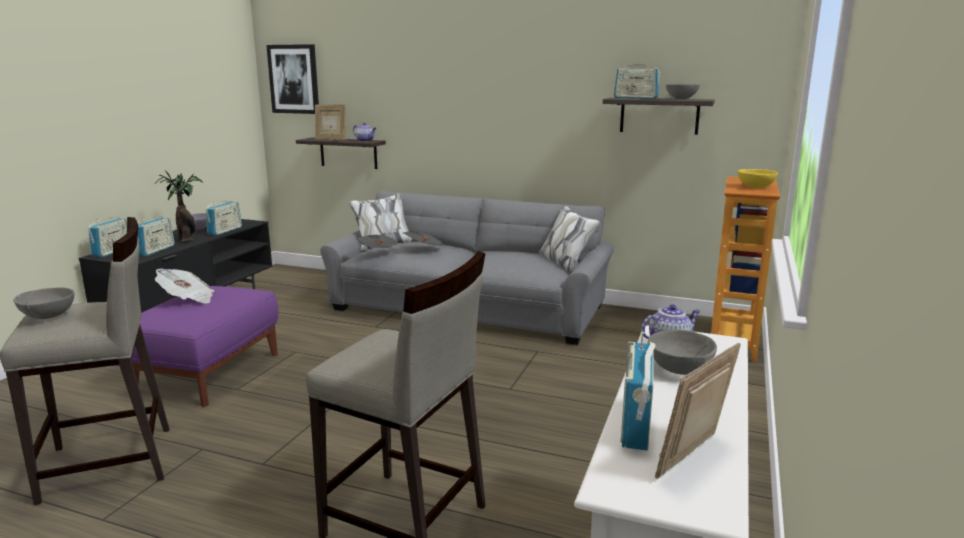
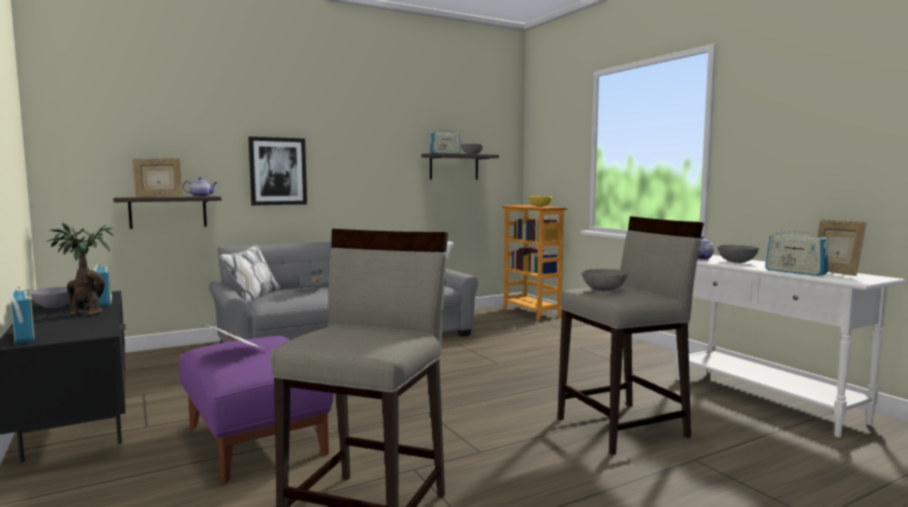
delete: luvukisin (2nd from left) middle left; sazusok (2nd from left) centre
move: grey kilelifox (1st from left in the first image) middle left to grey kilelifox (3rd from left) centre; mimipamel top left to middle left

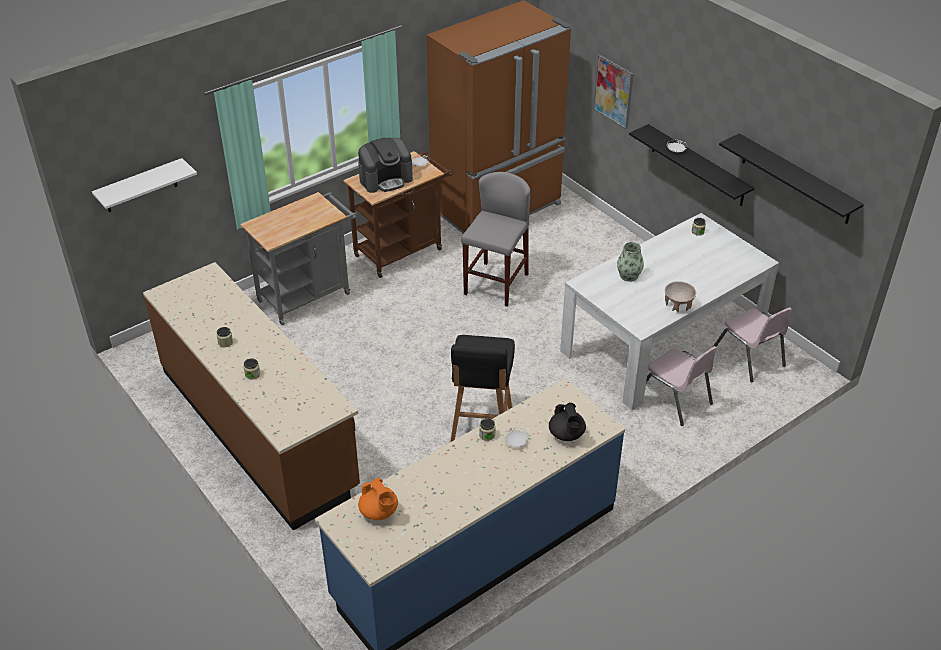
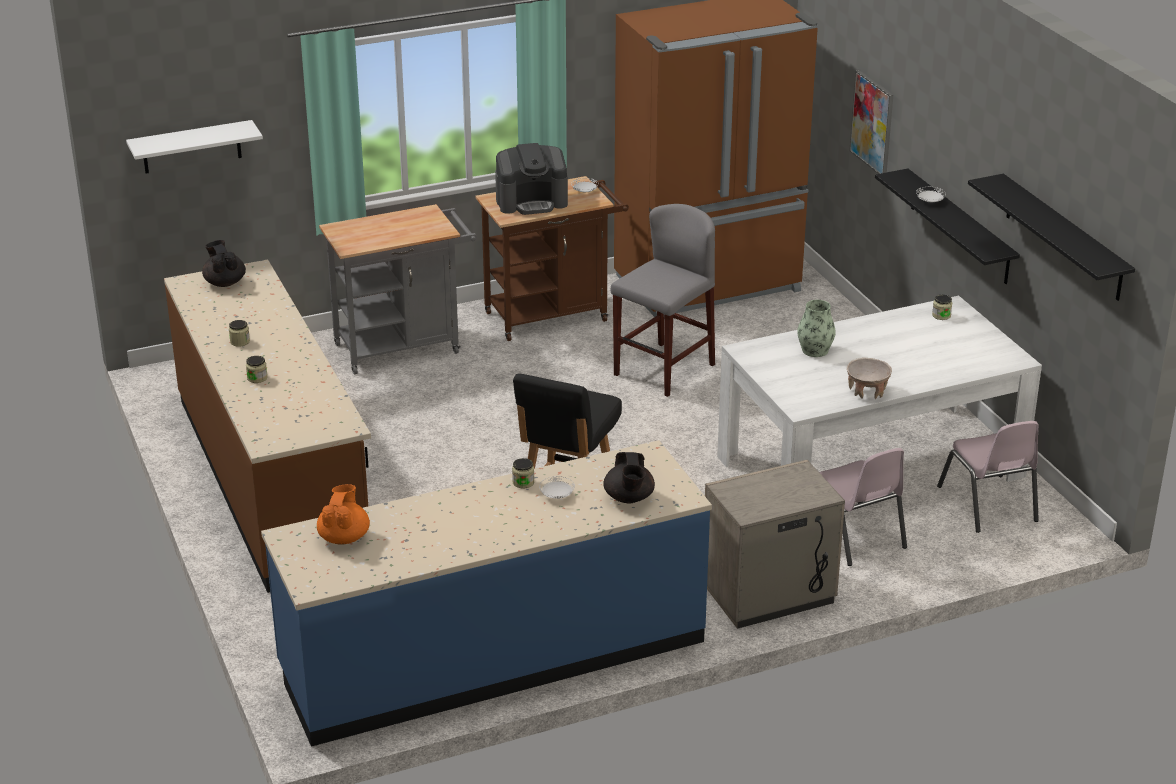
insert: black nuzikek (1st from left) middle left; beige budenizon bottom centre
rotate: orange nuzikek bottom centre = middle left 150 degrees counterclockwise

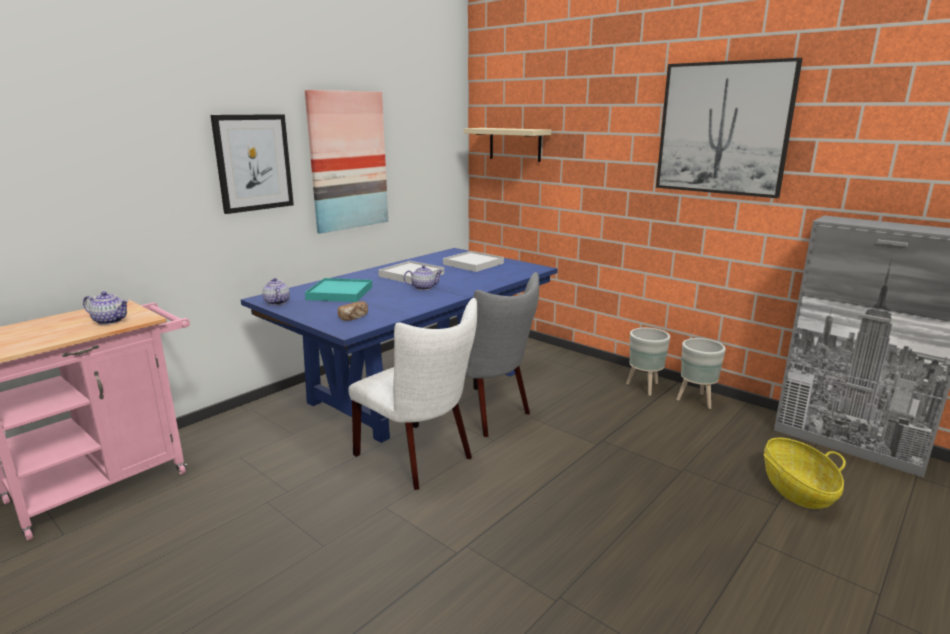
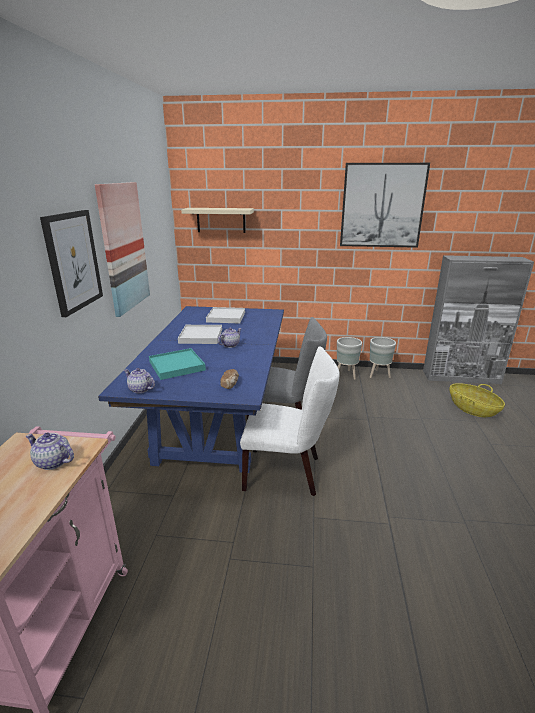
rotate: nuzikek (1st from left) middle left = middle left 135 degrees counterclockwise

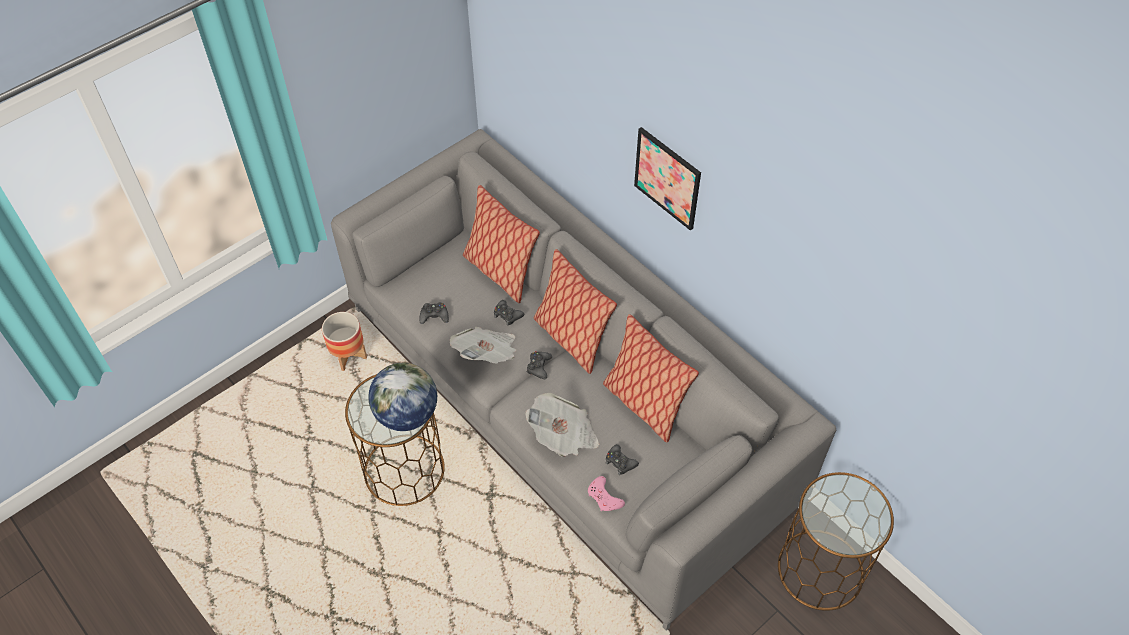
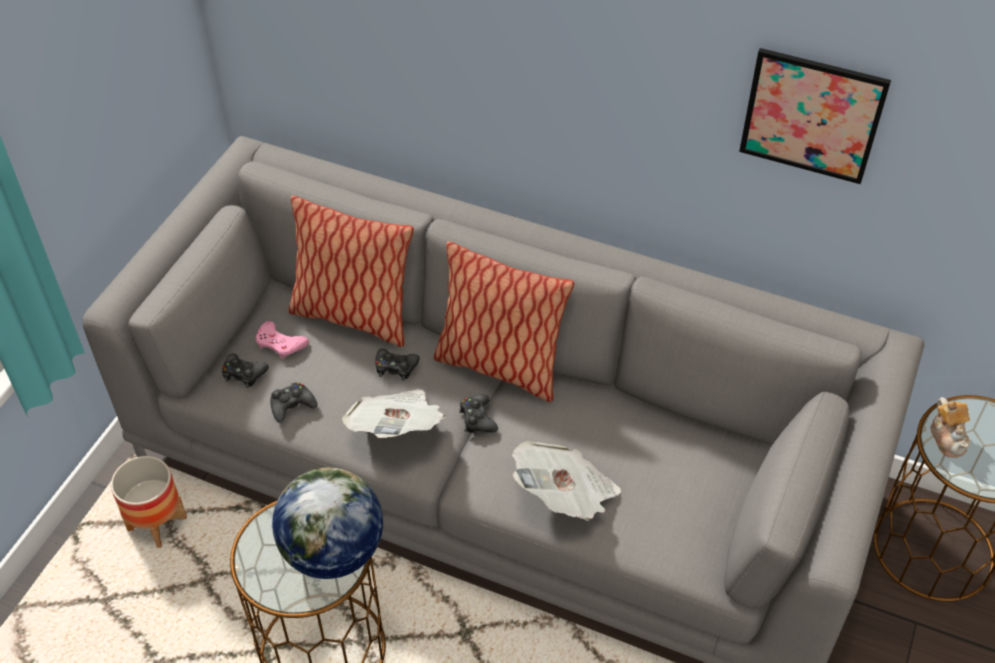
delete: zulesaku (3rd from left) centre
insert: nuzikek middle right
move: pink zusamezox bottom centre to middle left; black zusamezox (4th from left in the first image) bottom centre to black zusamezox (1st from left) middle left; mimipamel top centre to top right

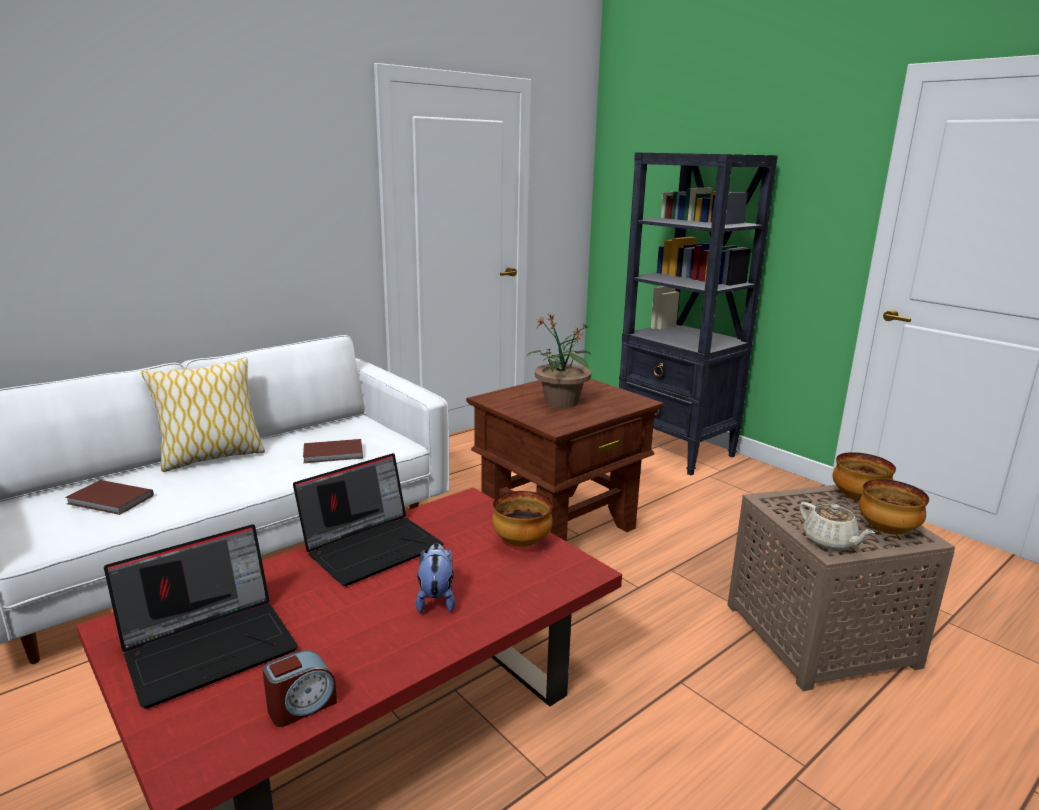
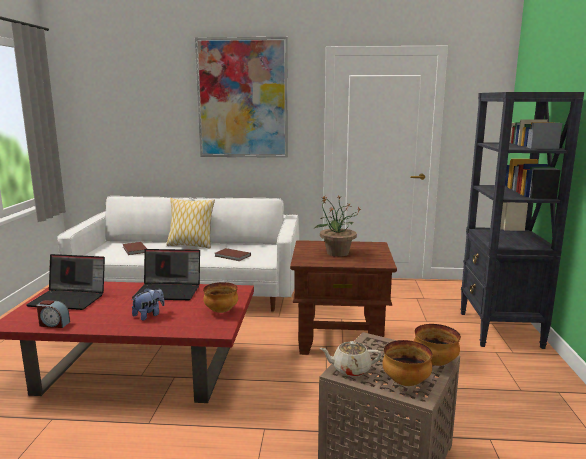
insert: mimipamel top centre
rotate: beige nuzikek middle right = bottom centre 75 degrees clockwise

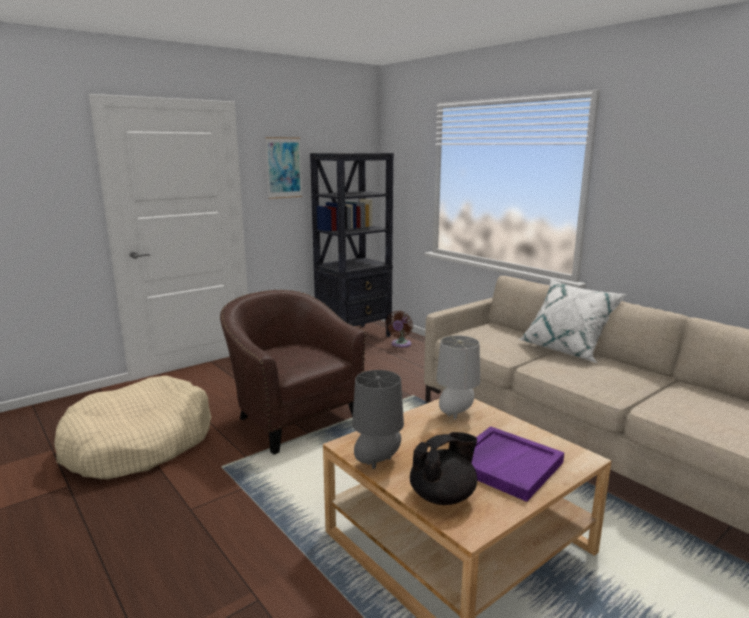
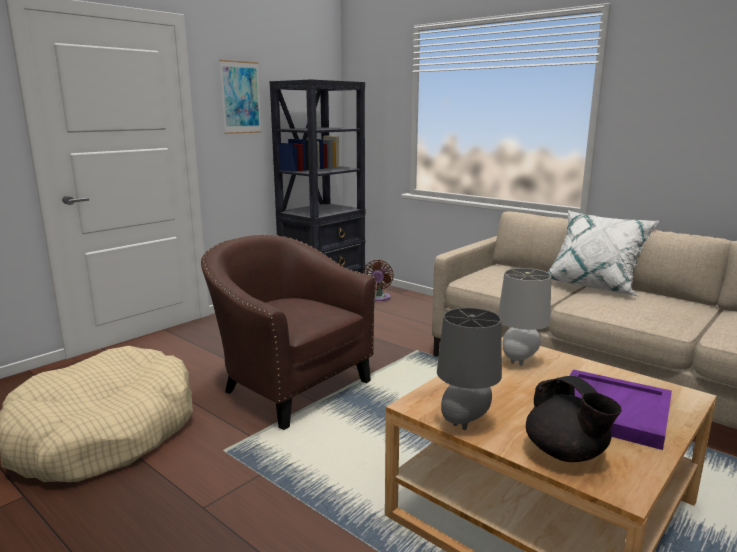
rotate: black nuzikek bottom centre = bottom right 105 degrees clockwise

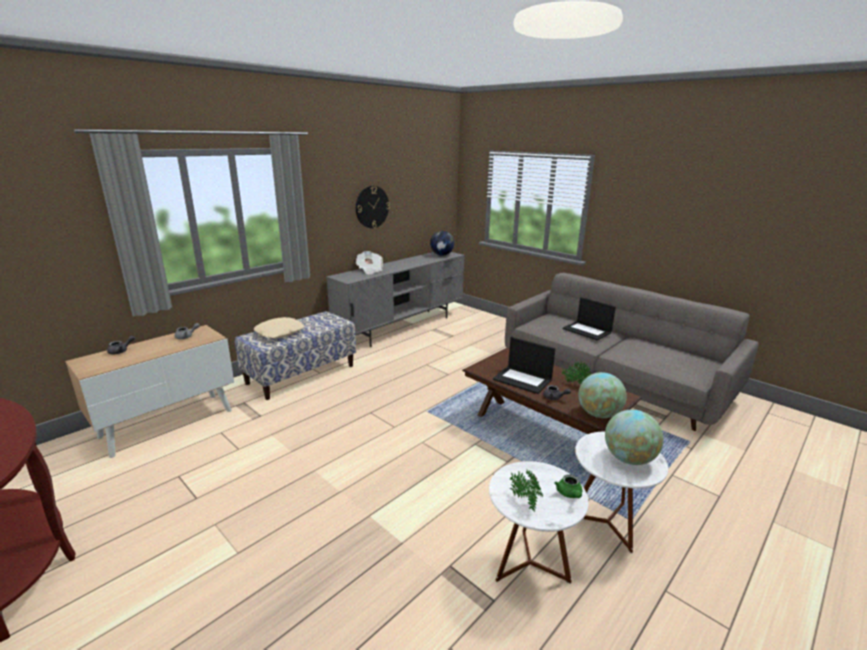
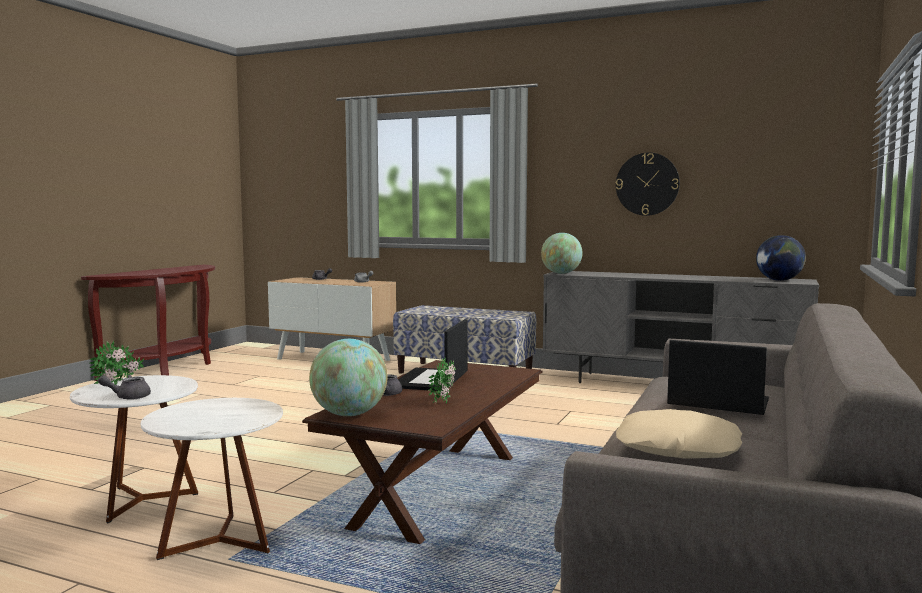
delete: sazusok centre
move: beige zulesaku middle left to bottom right; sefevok (3rd from left in the first image) bottom right to sefevok (2nd from left) centre
recolor: green nuzikek bottom centre to grey nuzikek (1st from left) middle left
rotate: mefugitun (2nd from left) middle right = middle right 90 degrees clockwise

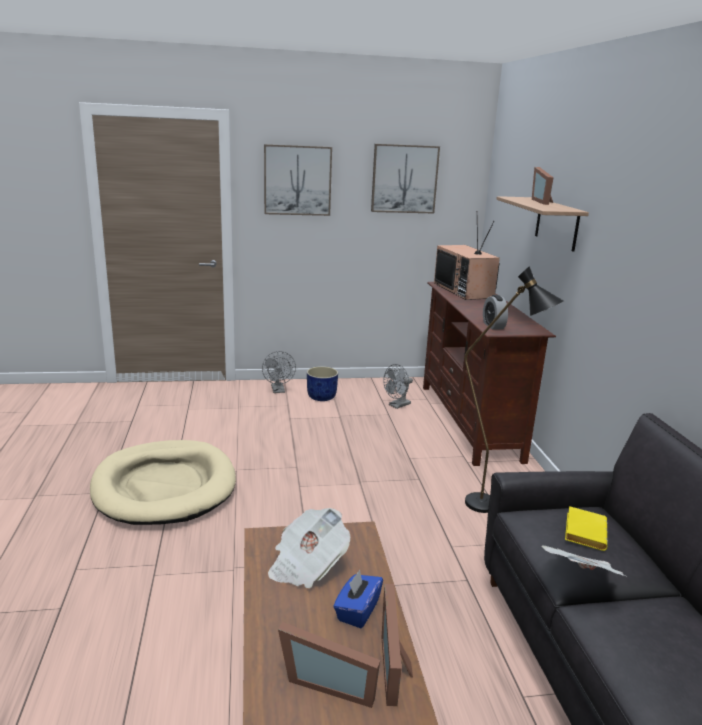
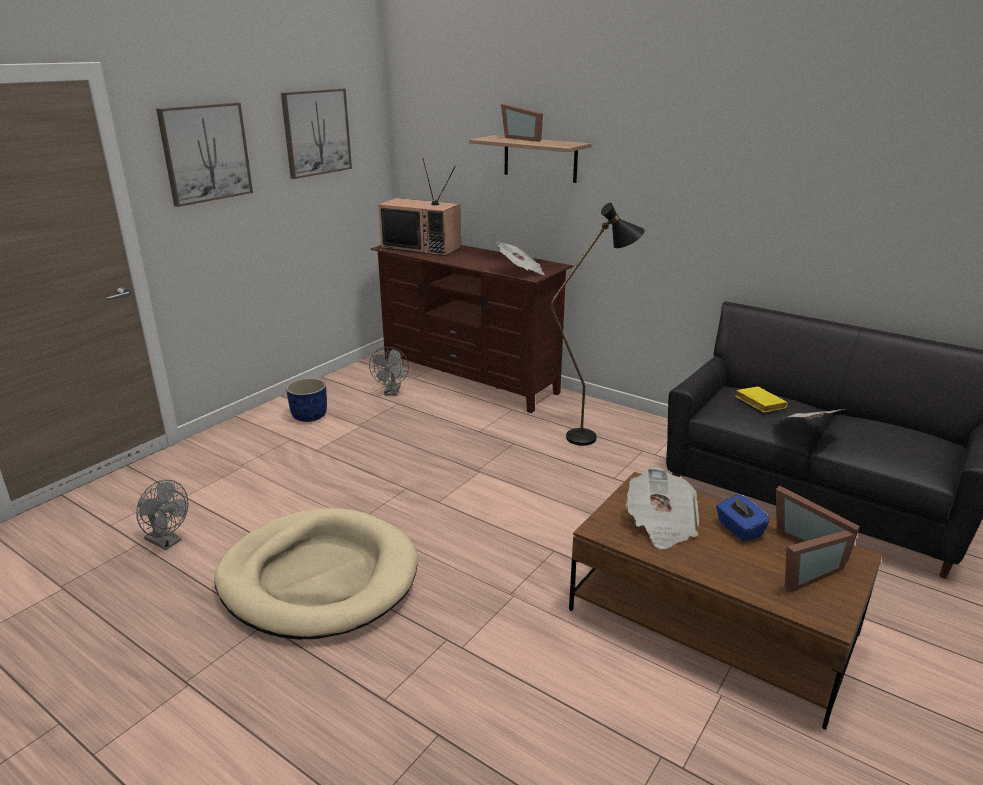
move: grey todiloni (1st from left) centre to middle left
replace: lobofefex middle right to sazusok (1st from left) top centre

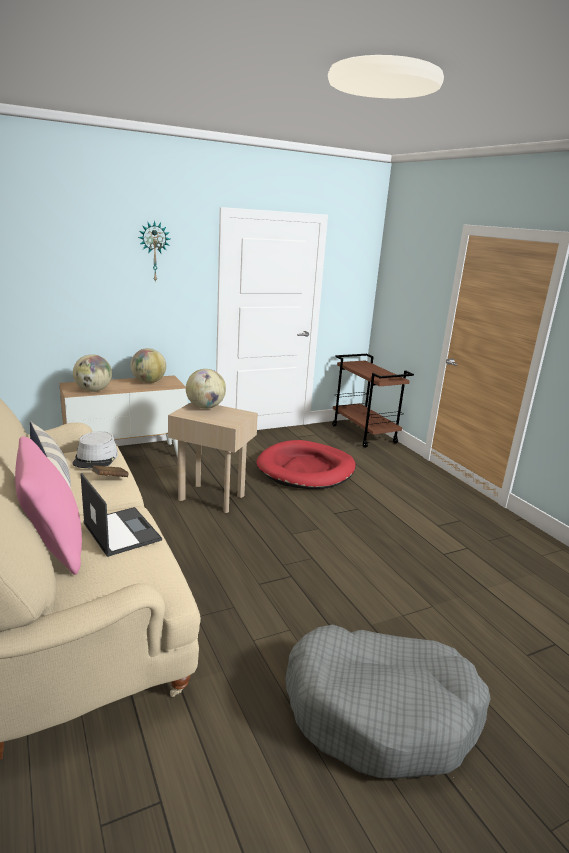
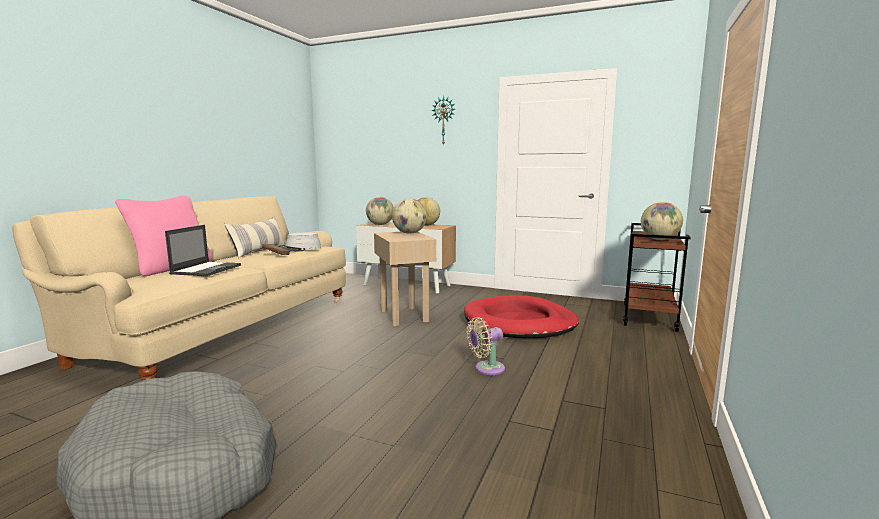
insert: beige todiloni bottom centre; sefevok (4th from left) middle right

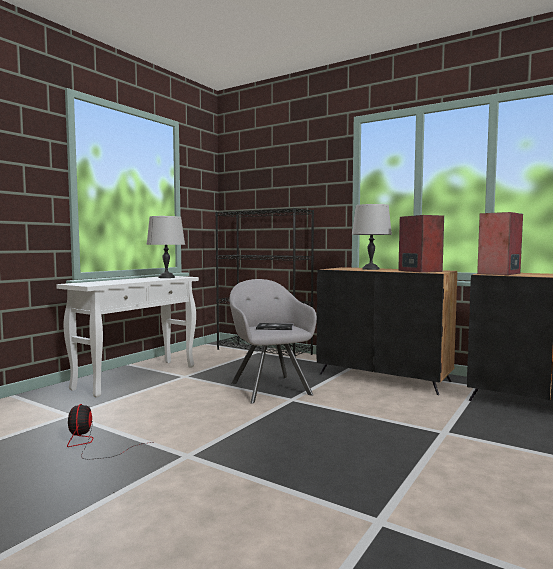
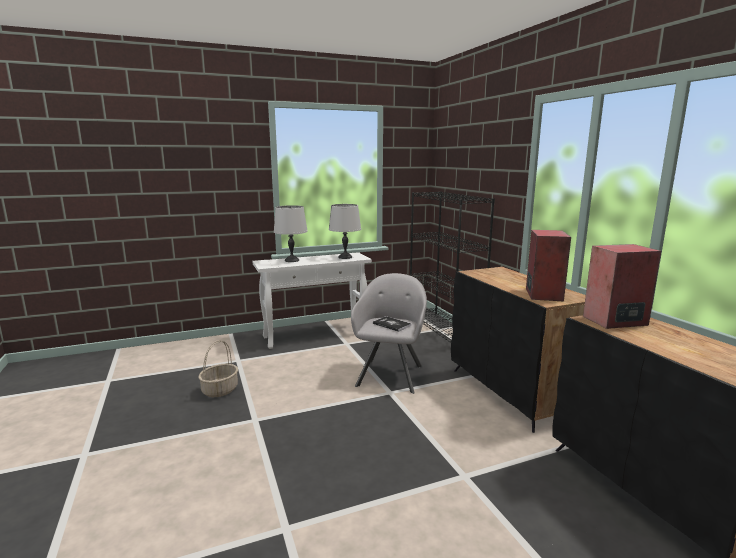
move: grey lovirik (2nd from left in the first image) middle right to grey lovirik (1st from left) centre
replace: todiloni bottom left to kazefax middle left

